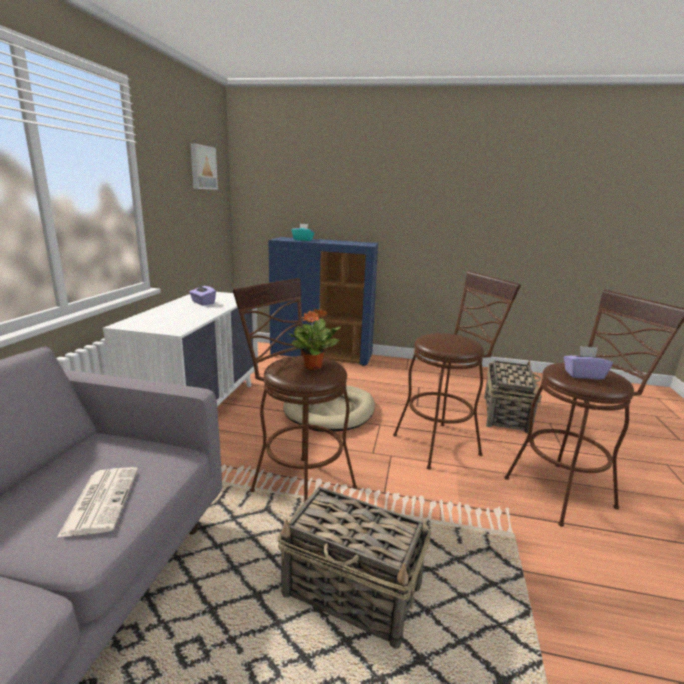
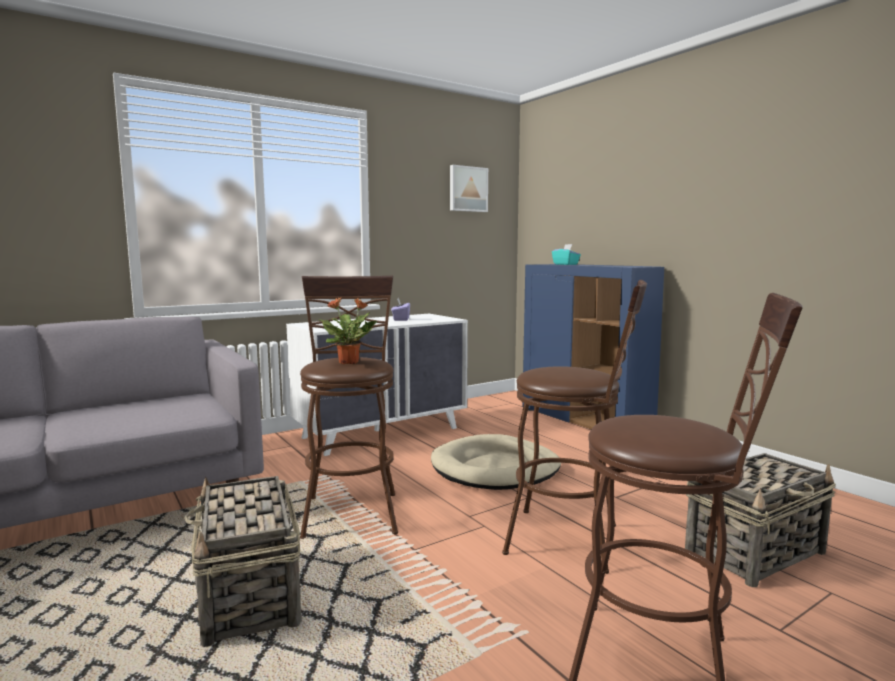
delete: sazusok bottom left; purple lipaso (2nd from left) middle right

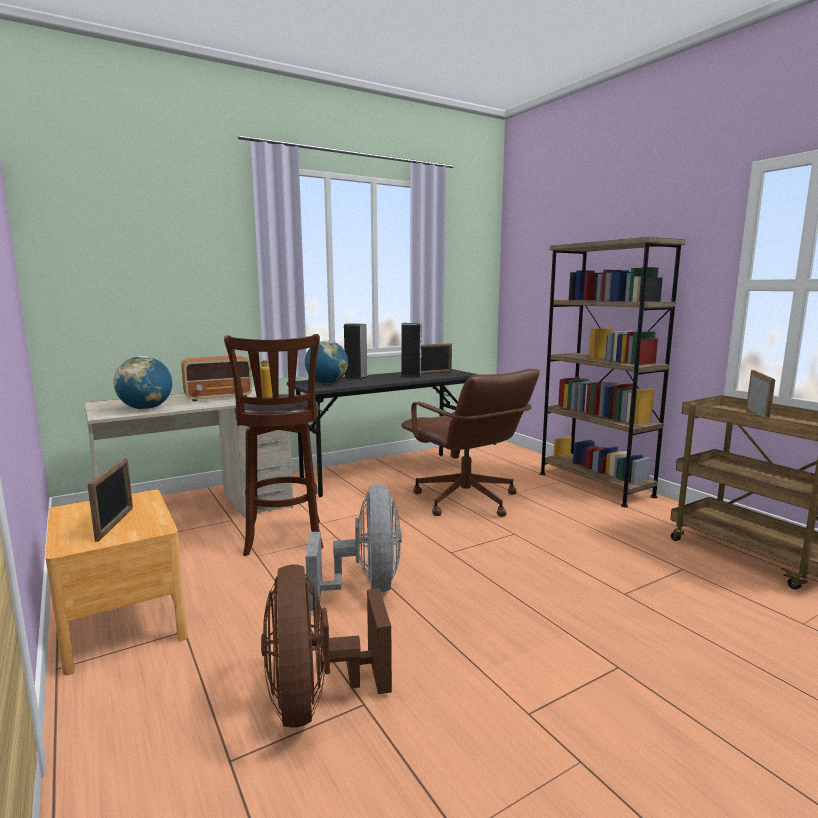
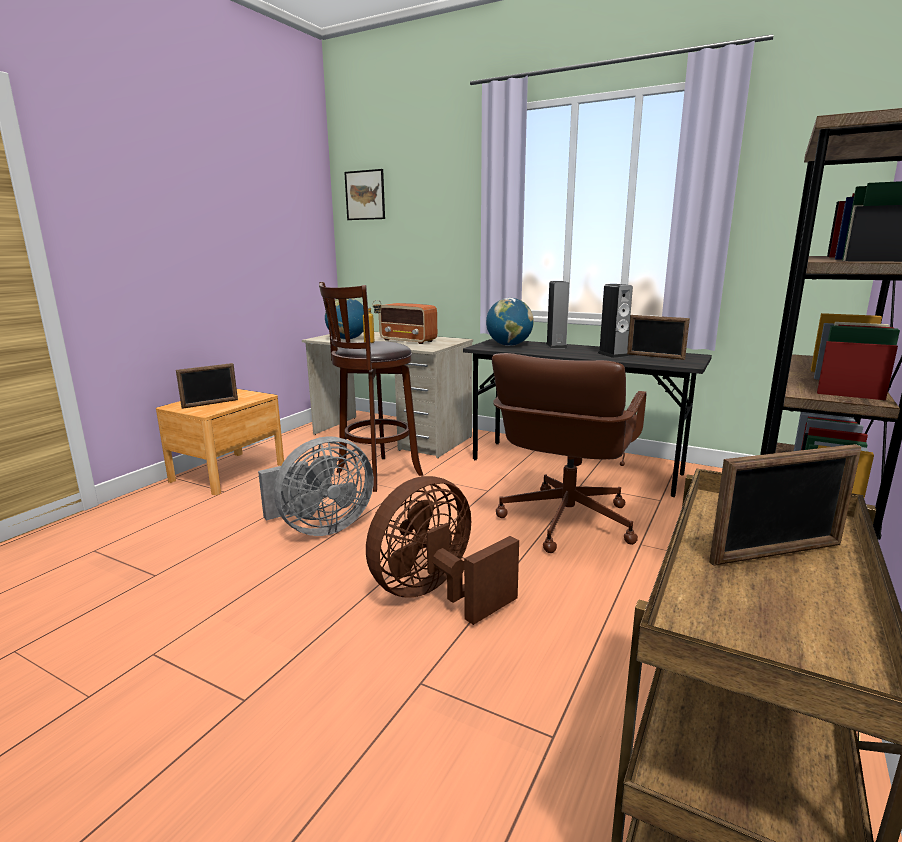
insert: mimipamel top centre
move: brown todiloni bottom centre to centre

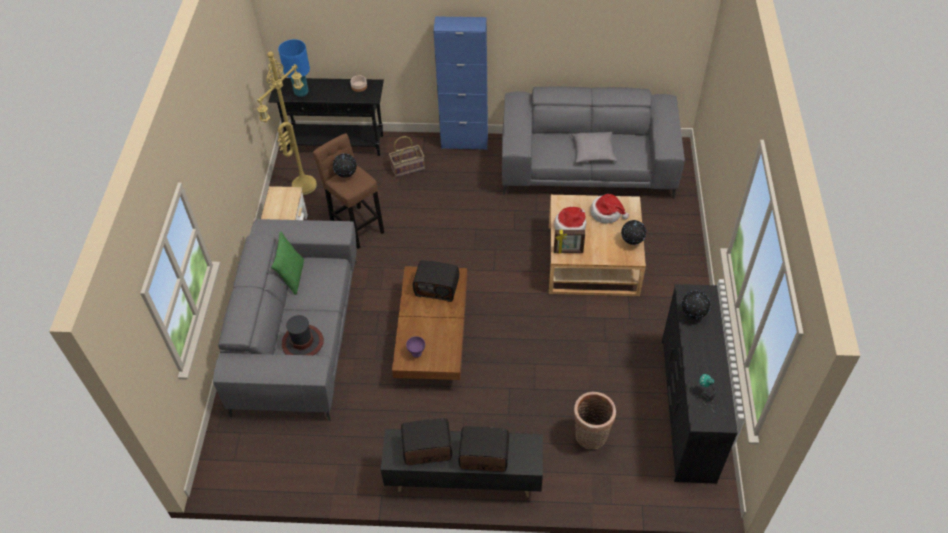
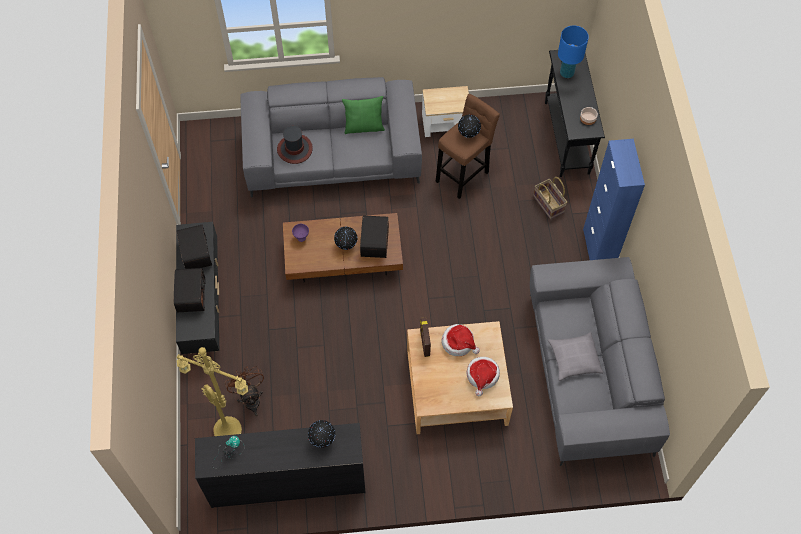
move: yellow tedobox top left to bottom left; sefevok (2nd from left) middle right to centre
replace: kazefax (2nd from left) bottom centre to brown todiloni bottom left

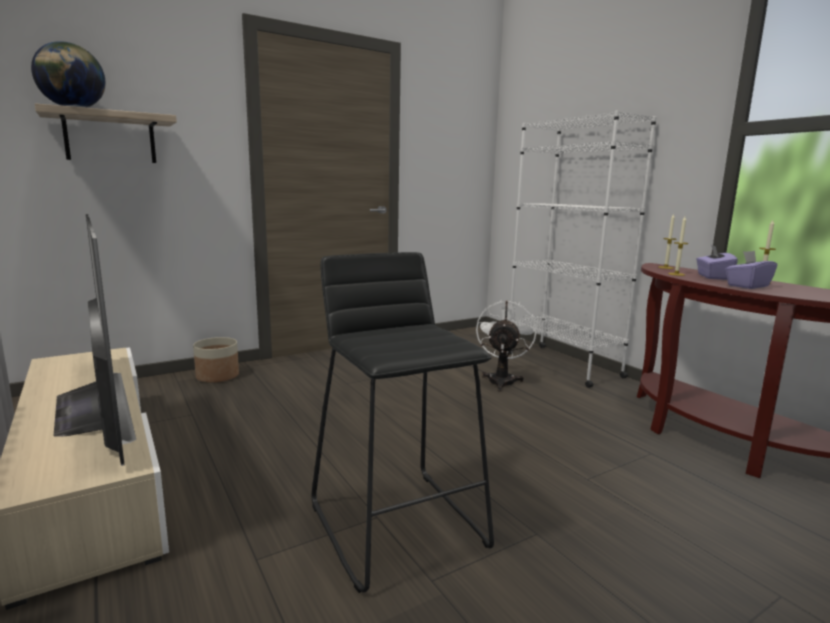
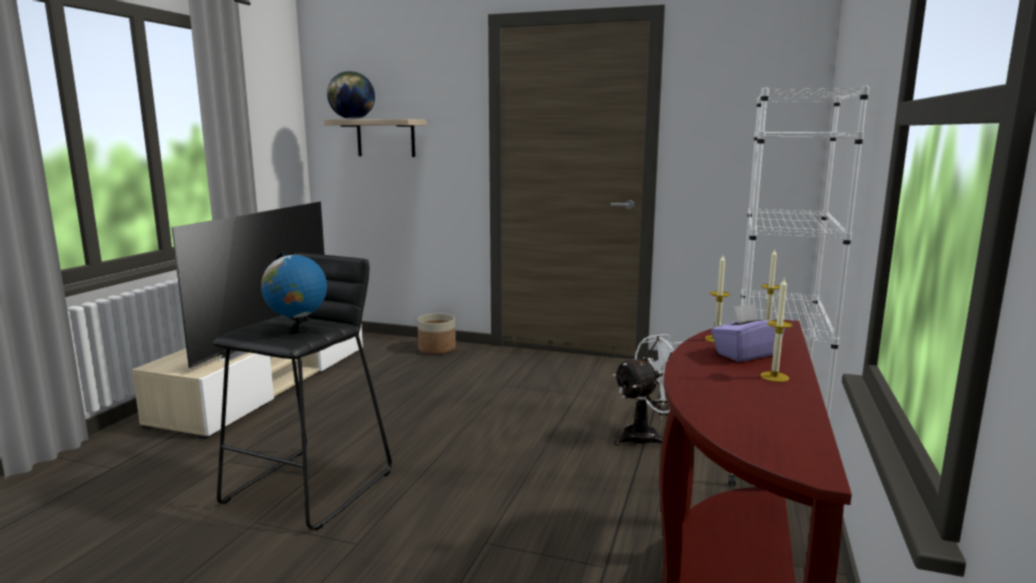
delete: purple lipaso (2nd from left) middle right
insert: sefevok (1st from left) middle left

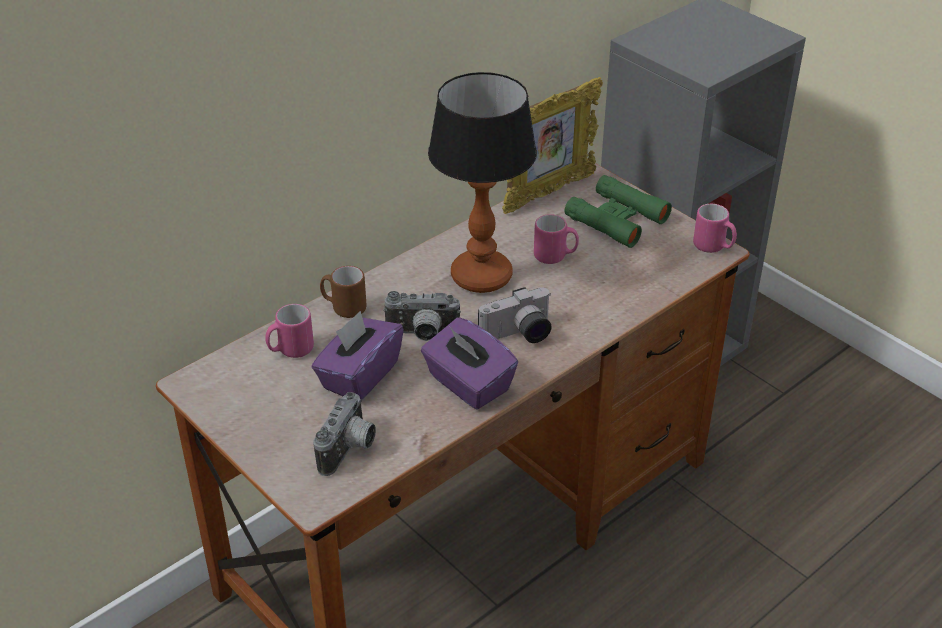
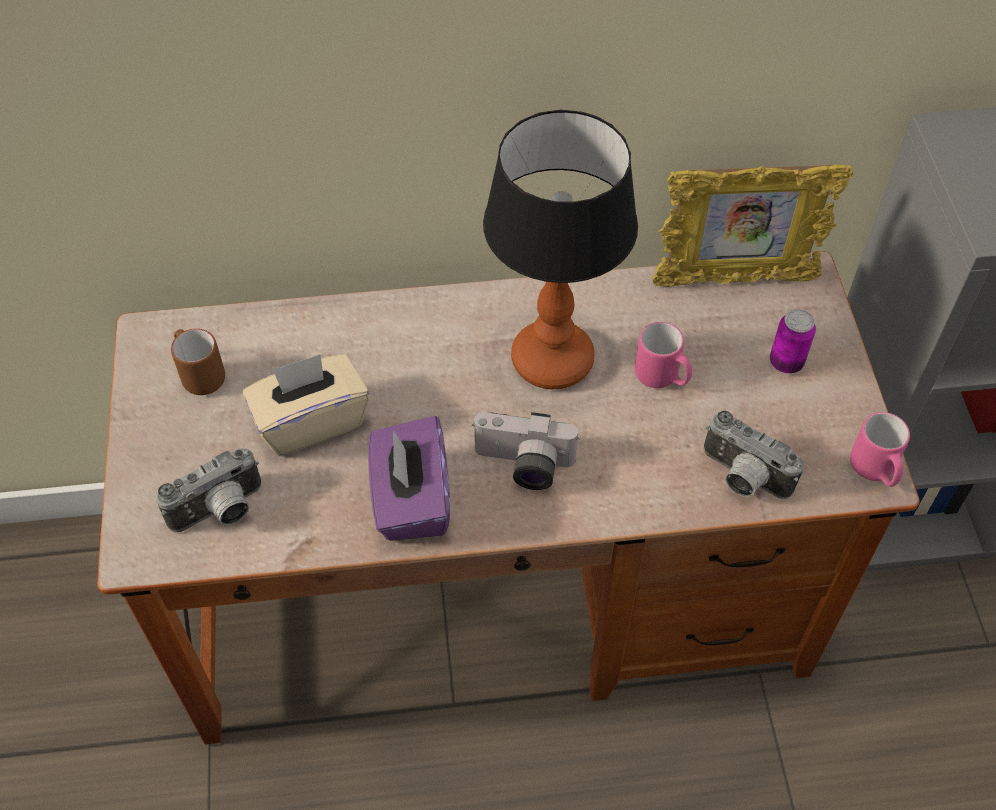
delete: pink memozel (1st from left) middle left
move: brown memozel centre to middle left; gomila (2nd from left in the first image) centre to gomila (3rd from left) middle right
replace: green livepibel centre to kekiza middle right
recolor: purple lipaso (1st from left) centre to beige lipaso middle left

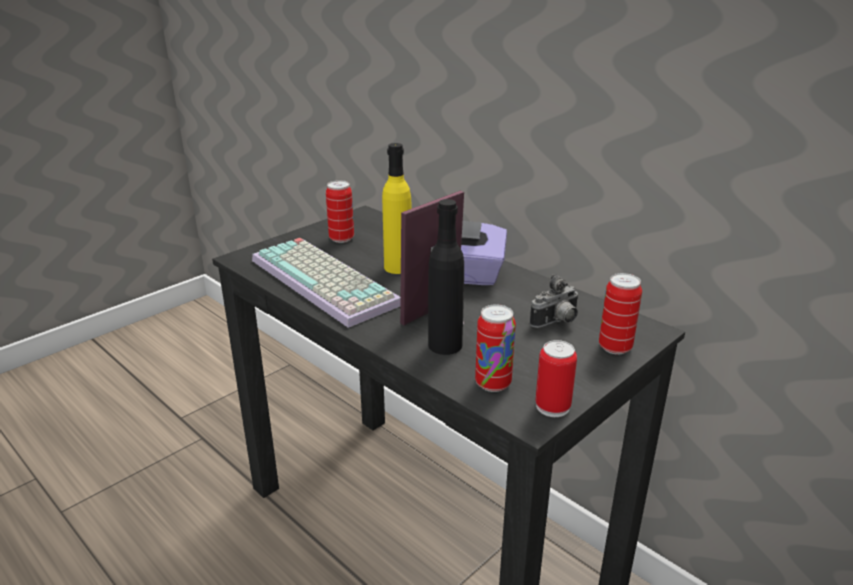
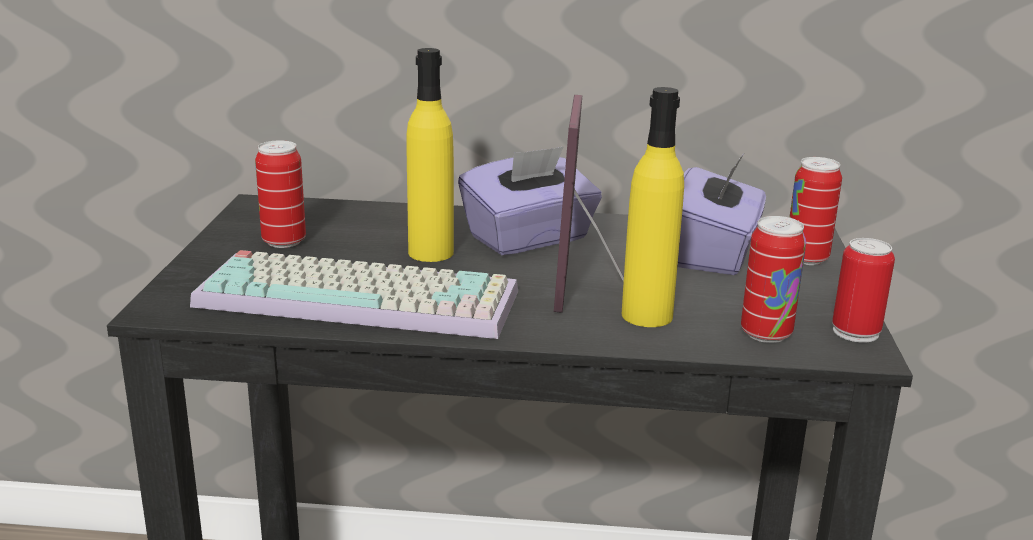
replace: gomila centre to purple lipaso (2nd from left) middle right
recolor: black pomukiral centre to yellow pomukiral (2nd from left) centre

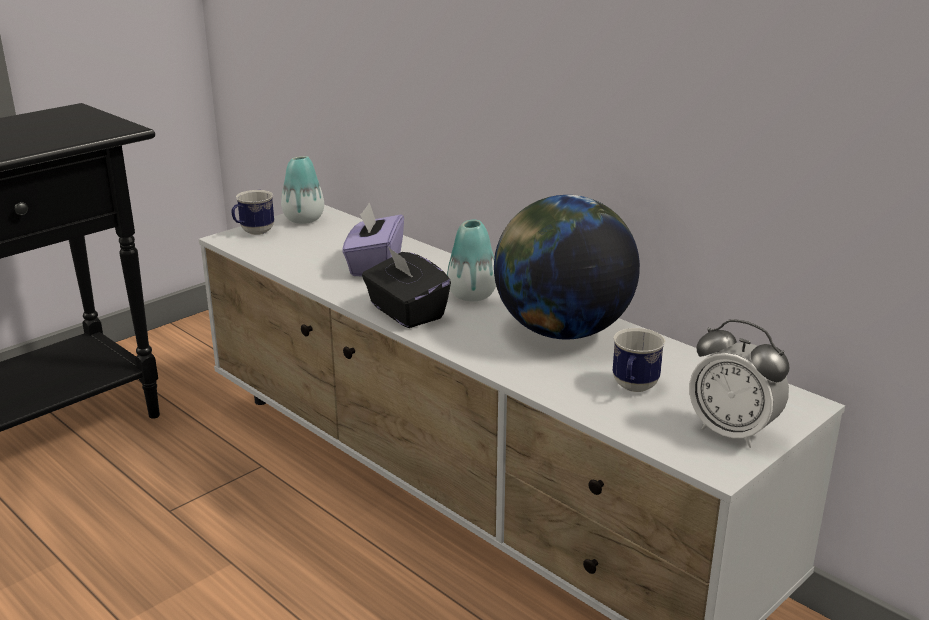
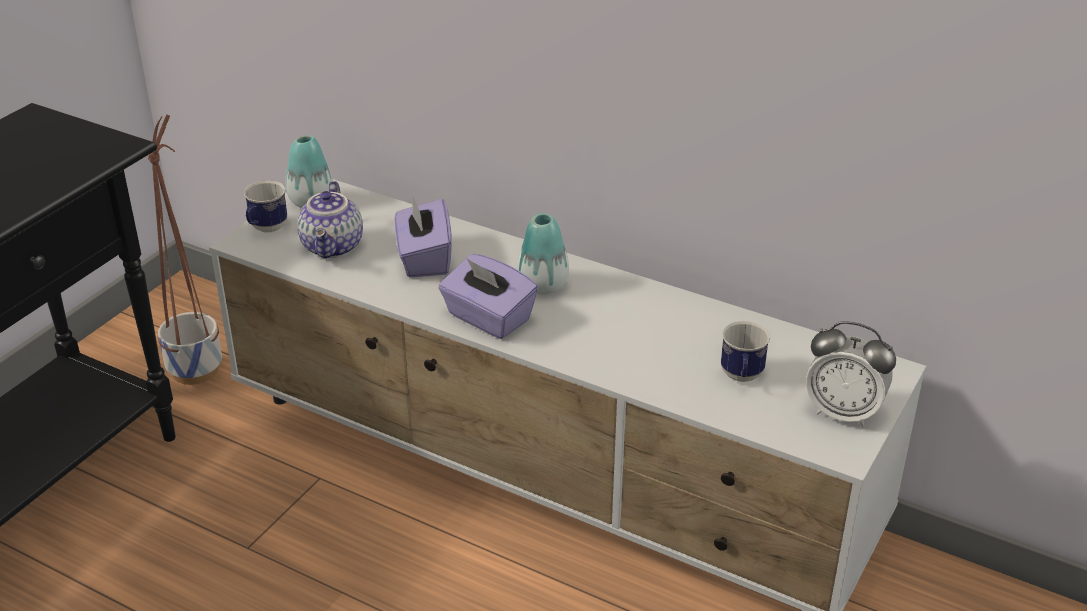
delete: sefevok centre
insert: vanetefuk middle left; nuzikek middle left
recolor: black lipaso centre to purple lipaso (2nd from left) centre

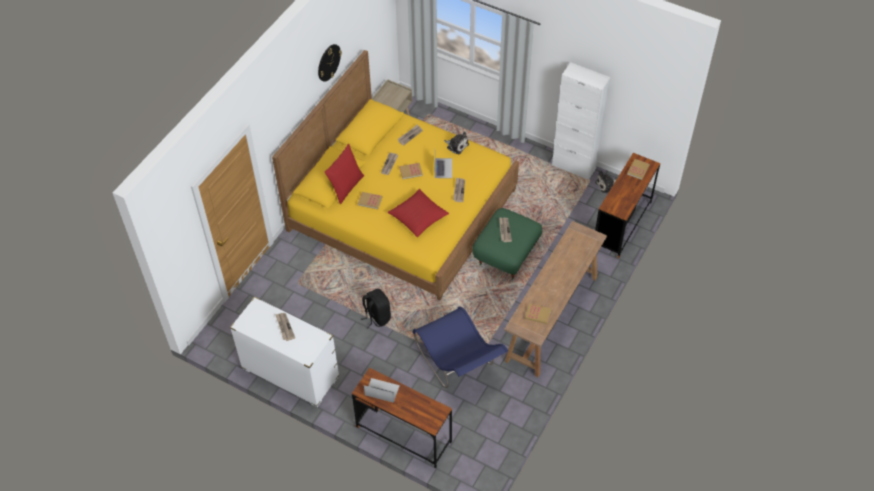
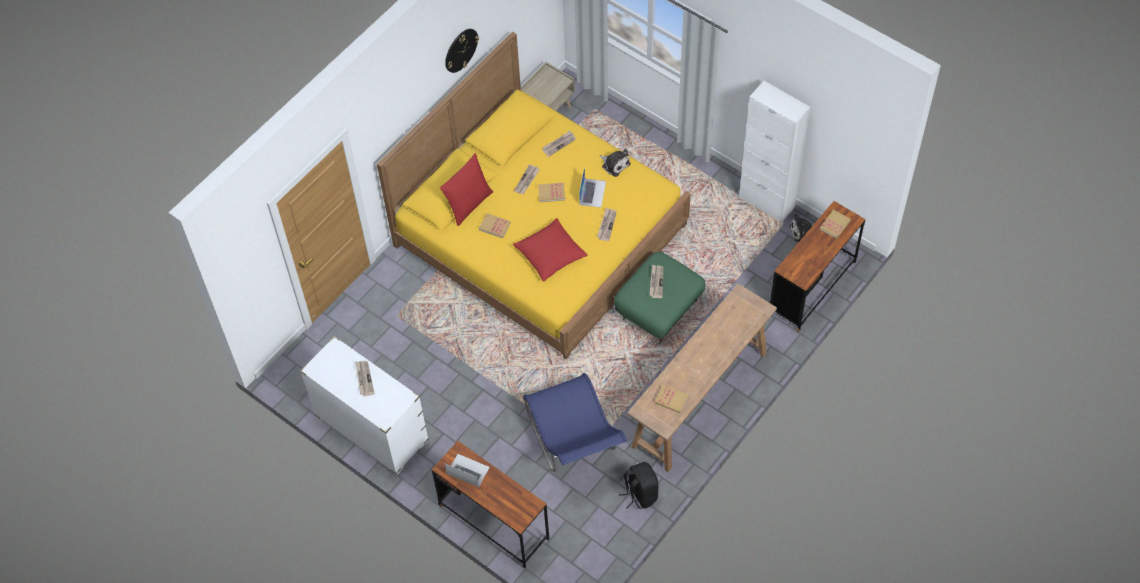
move: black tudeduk centre to bottom centre

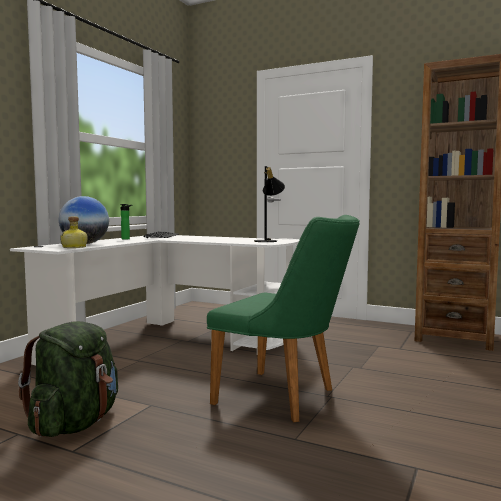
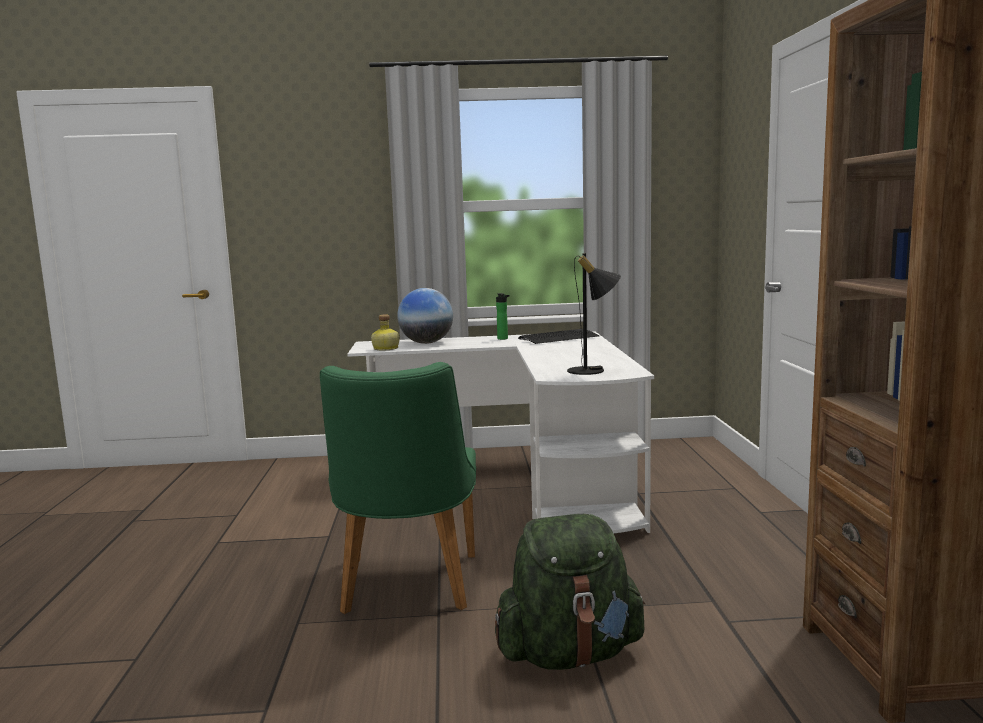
move: green tudeduk bottom left to bottom centre

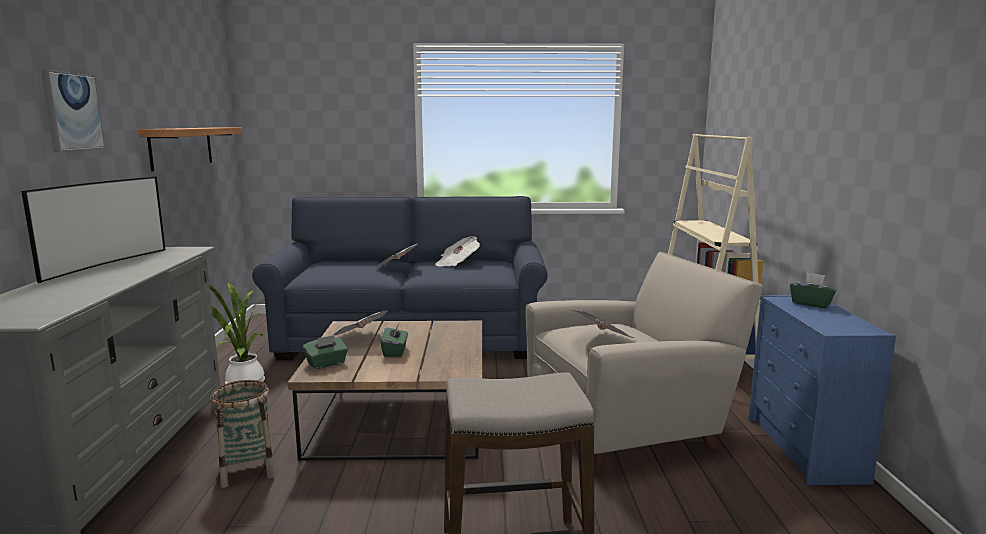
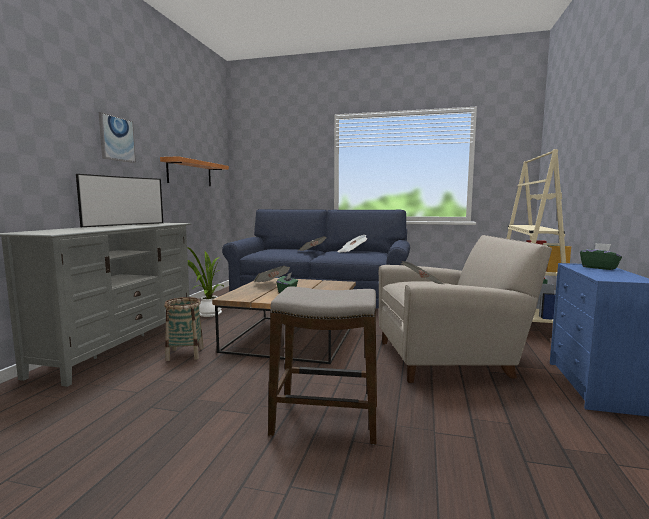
delete: green lipaso (1st from left) middle left

